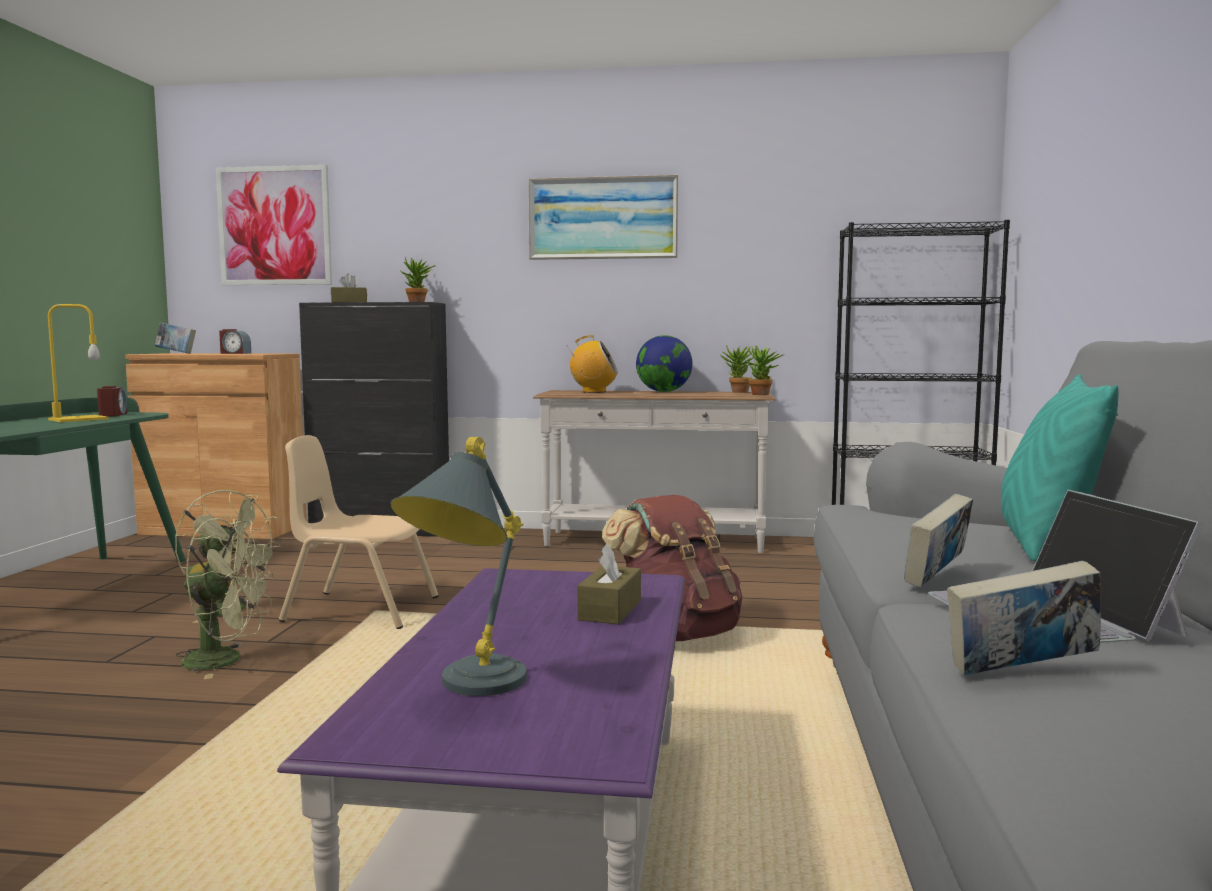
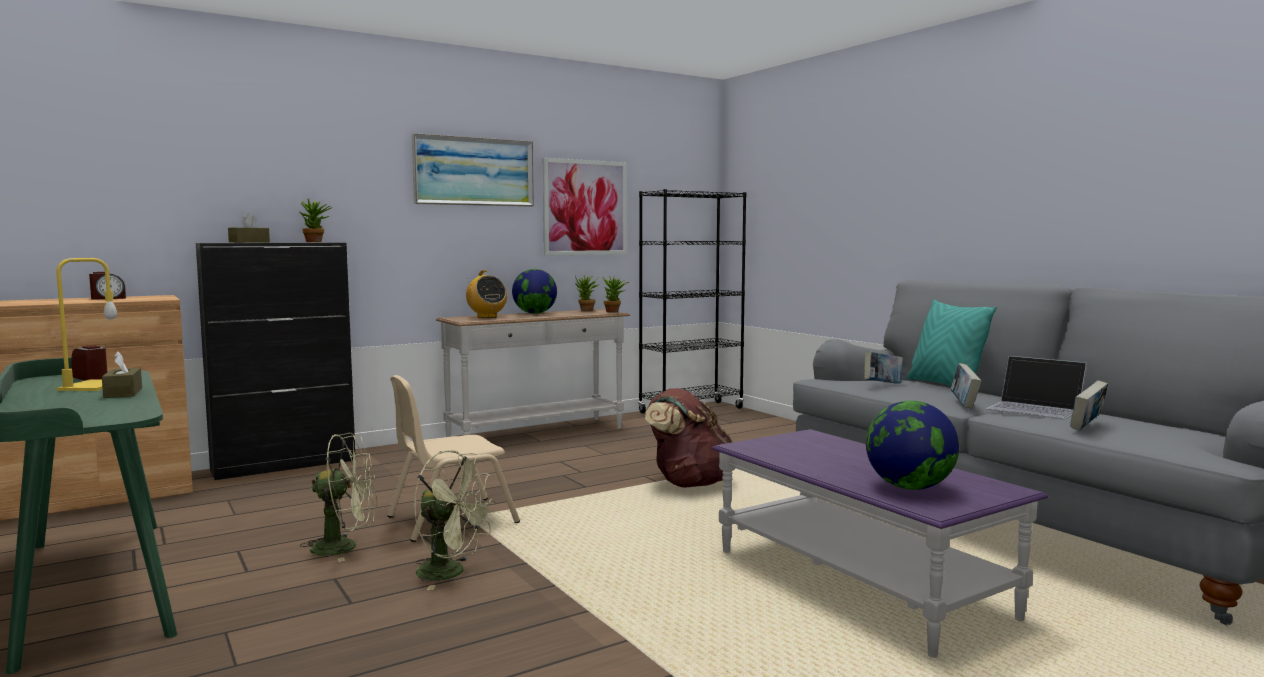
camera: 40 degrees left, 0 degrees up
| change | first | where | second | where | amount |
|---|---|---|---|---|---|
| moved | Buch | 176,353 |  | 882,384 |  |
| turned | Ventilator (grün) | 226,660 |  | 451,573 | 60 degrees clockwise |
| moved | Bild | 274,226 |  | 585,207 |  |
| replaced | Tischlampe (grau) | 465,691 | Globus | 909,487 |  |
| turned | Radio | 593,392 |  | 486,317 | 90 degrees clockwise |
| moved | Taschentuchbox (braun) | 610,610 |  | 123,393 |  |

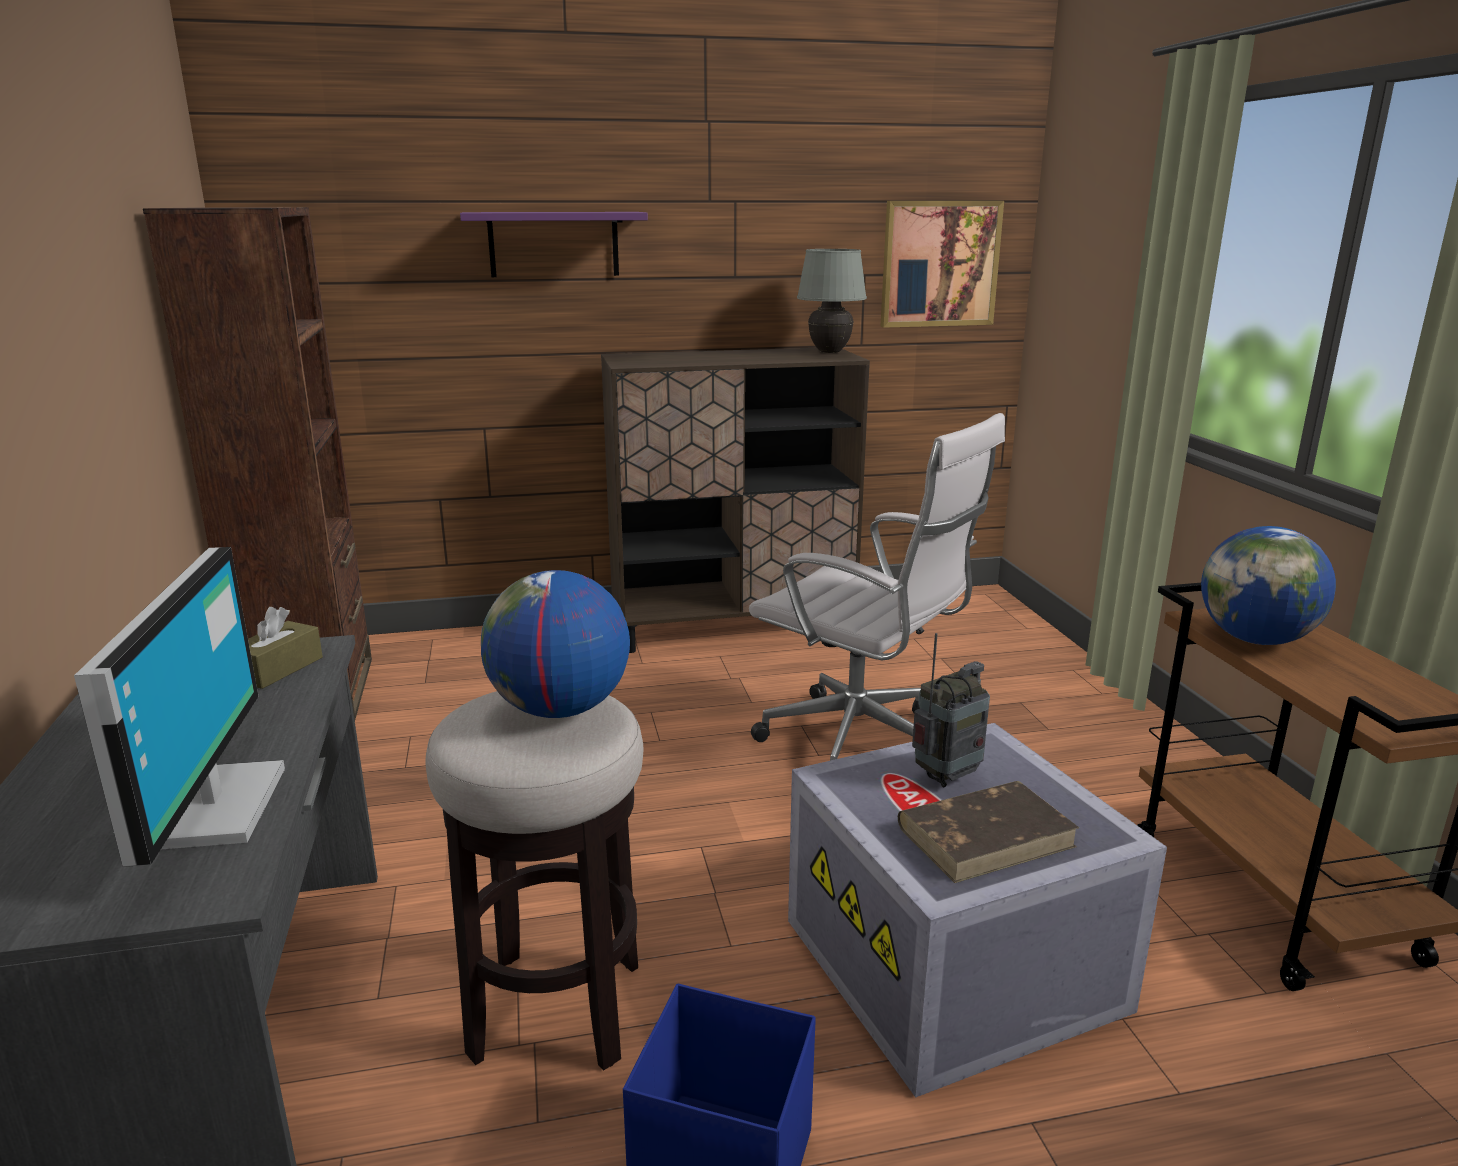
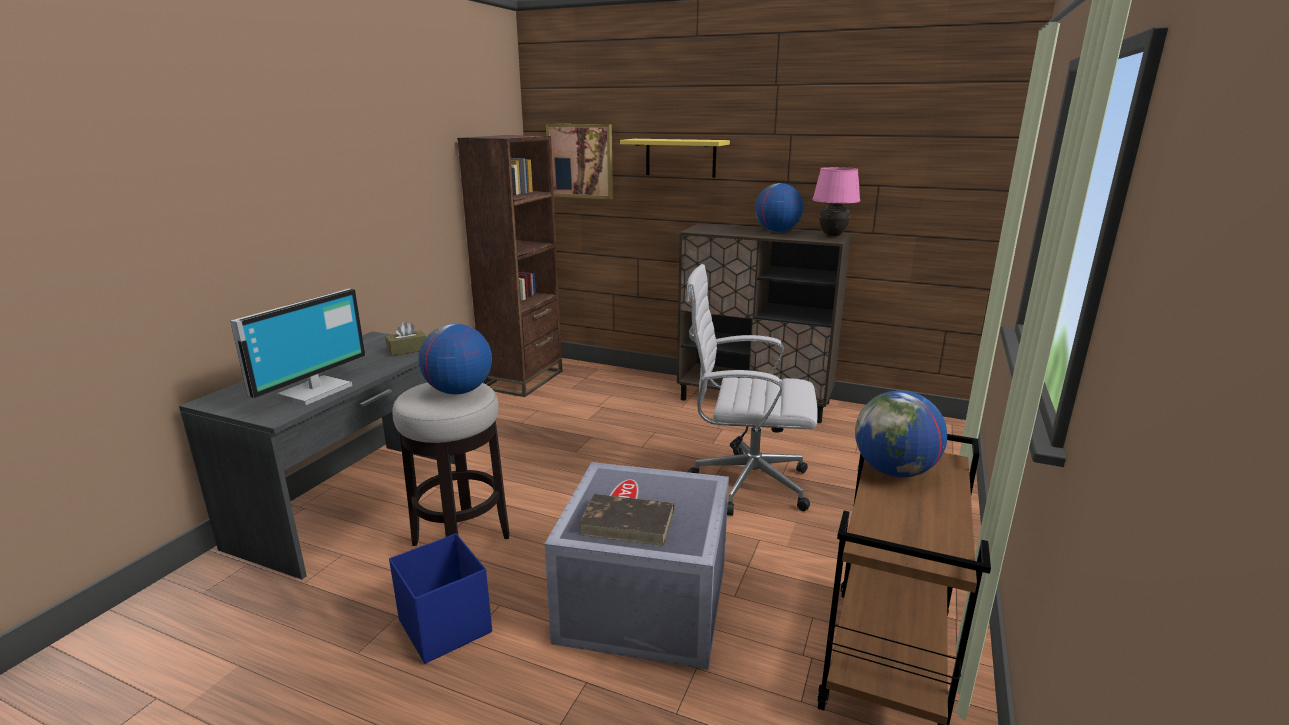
camera: 35 degrees right, 0 degrees up
| change | first | where | second | where | amount |
|---|---|---|---|---|---|
| recoloured | Wandregal (lila) | 554,244 | Wandregal (gelb) | 680,157 |  |
| turned | Bürostuhl (weiß) | 863,744 |  | 745,483 | 120 degrees clockwise |
| recoloured | Tischlampe (grau) | 829,352 | Tischlampe (rosa) | 832,236 |  |
| moved | Bild | 939,264 |  | 580,161 |  |
| removed | Radio | 947,777 |  |  |  |
| added |  |  | Globus | 776,232 |  |

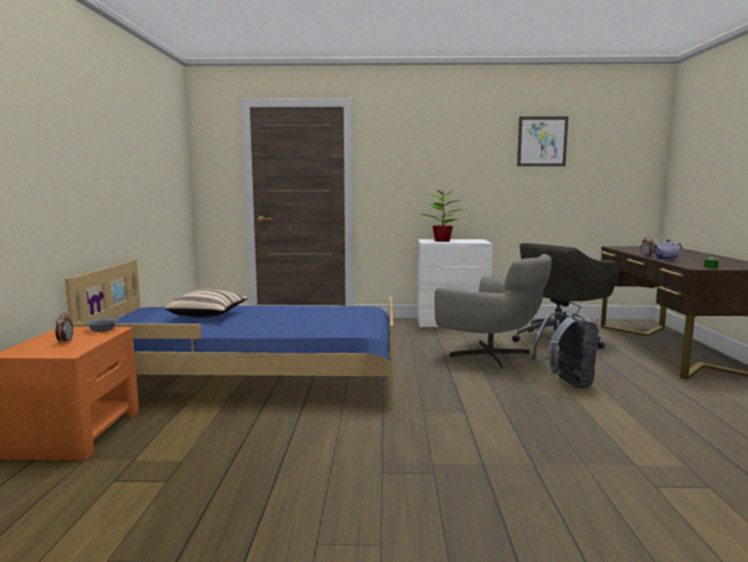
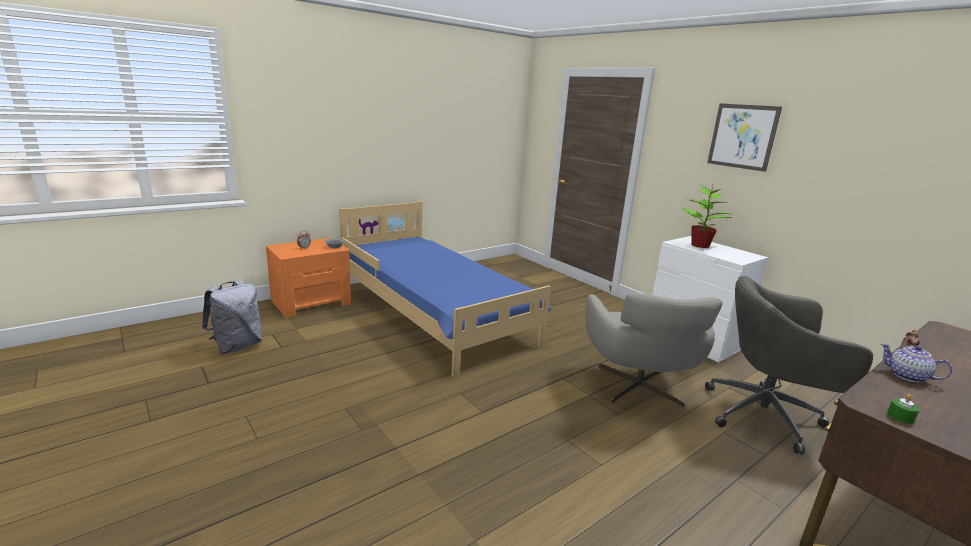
camera: 50 degrees right, 10 degrees up
| change | first | where | second | where | amount |
|---|---|---|---|---|---|
| removed | Kissen (beige) | 208,315 |  |  |  |
| moved | Bild | 542,141 |  | 742,136 |  |
| moved | Rucksack (grau) | 565,383 |  | 237,346 |  |

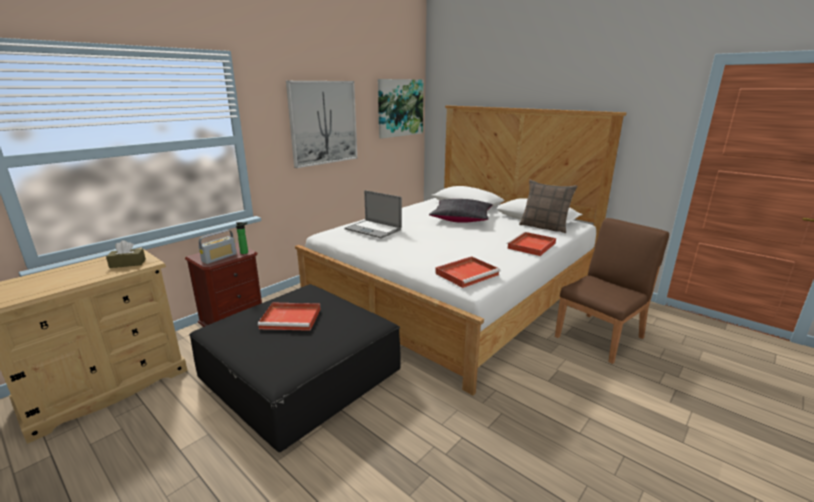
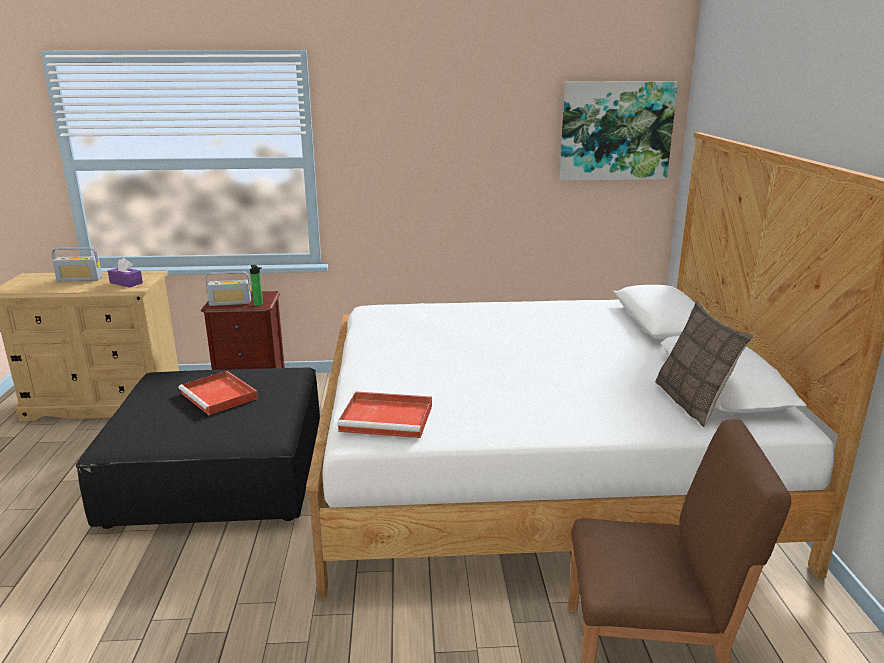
camera: 45 degrees right, 0 degrees up
| change | first | where | second | where | amount |
|---|---|---|---|---|---|
| recoloured | Taschentuchbox (braun) | 127,263 | Taschentuchbox (lila) | 126,283 |  |
| removed | Bild | 323,123 |  |  |  |
| removed | Laptop | 373,229 |  |  |  |
| removed | Kissen (schwarz) | 461,219 |  |  |  |
| removed | Tablett (rot) | 531,246 |  |  |  |
| added |  |  | Radio | 79,279 |  |

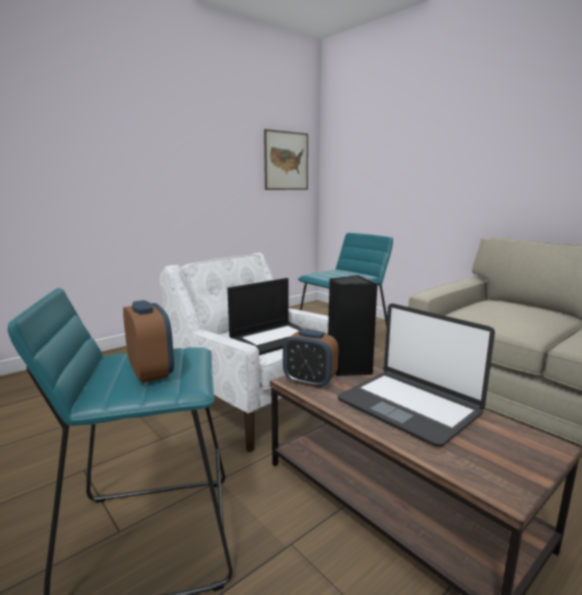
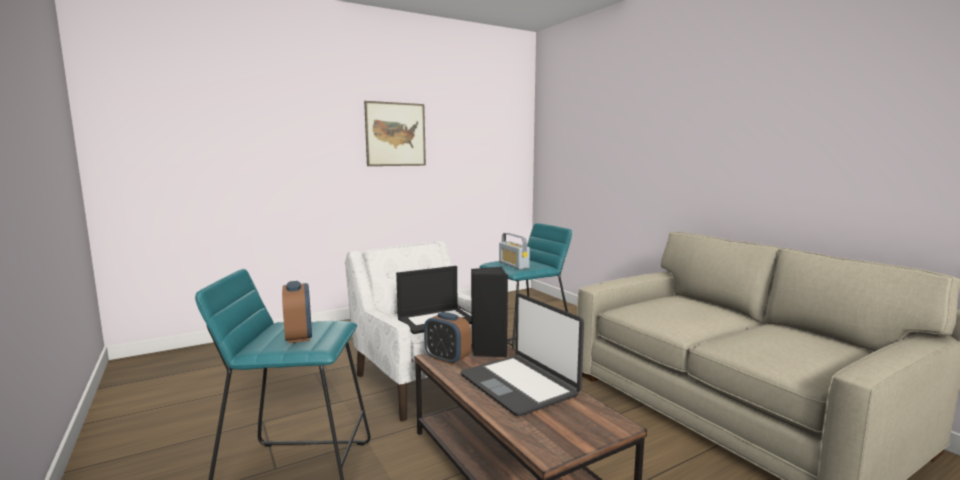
camera: 10 degrees right, 5 degrees down
| change | first | where | second | where | amount |
|---|---|---|---|---|---|
| moved | Bild | 286,161 |  | 395,134 |  |
| added |  |  | Radio | 513,265 |  |

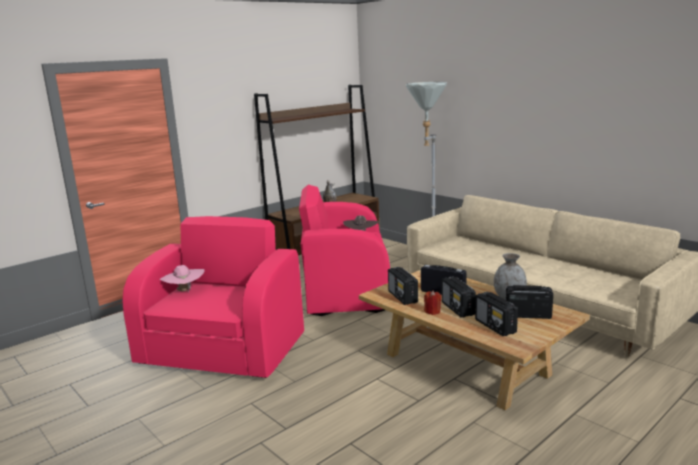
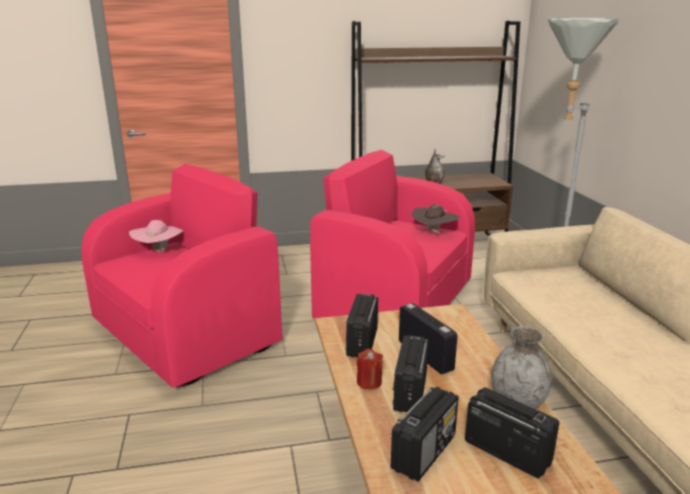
camera: 30 degrees right, 5 degrees up
| change | first | where | second | where | amount |
|---|---|---|---|---|---|
| turned | Radio | 495,326 |  | 424,452 | 150 degrees counterclockwise |

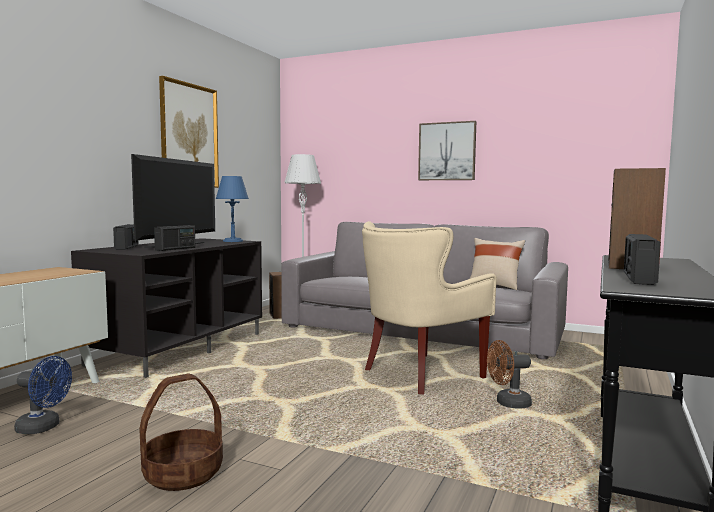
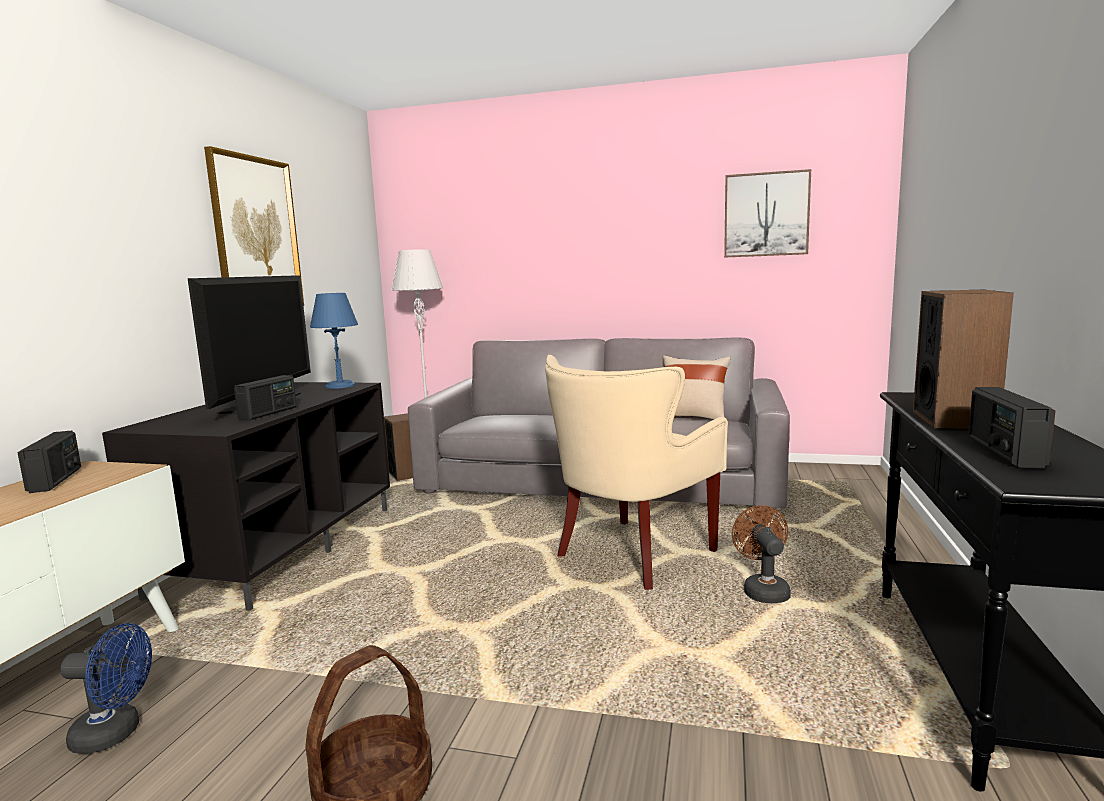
camera: 10 degrees left, 5 degrees up
| change | first | where | second | where | amount |
|---|---|---|---|---|---|
| moved | Radio | 127,247 |  | 56,480 |  |
| moved | Bild | 447,151 |  | 766,214 |  |
| turned | Ventilator (braun) | 508,403 |  | 763,590 | 105 degrees clockwise |

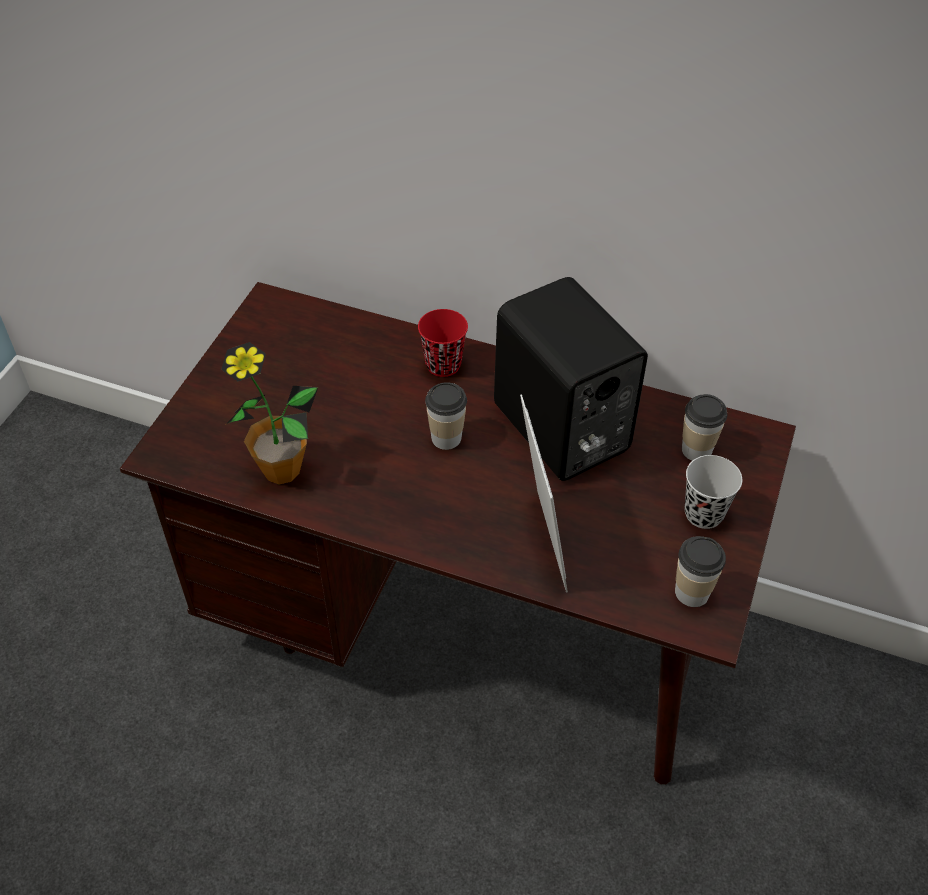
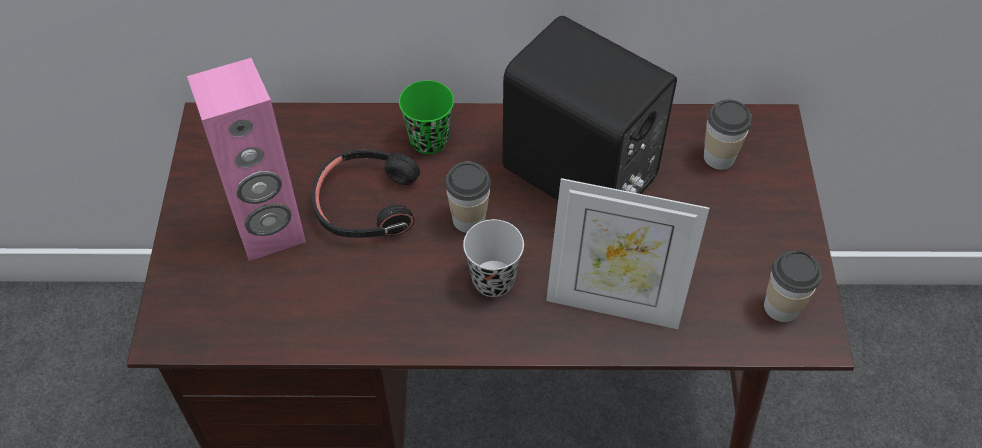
camera: 20 degrees left, 5 degrees up
| change | first | where | second | where | amount |
|---|---|---|---|---|---|
| removed | Topfpflanze | 281,470 |  |  |  |
| recoloured | Tasse (rot) | 443,365 | Tasse (grün) | 429,140 |  |
| turned | Bilderrahmen | 539,542 |  | 614,303 | 135 degrees clockwise |
| moved | Tasse (schwarz) | 703,514 |  | 493,280 |  |
| added |  |  | Lautsprecher (rosa) | 270,232 |  |
| added |  |  | Kopfhörer (schwarz) | 366,203 |  |

